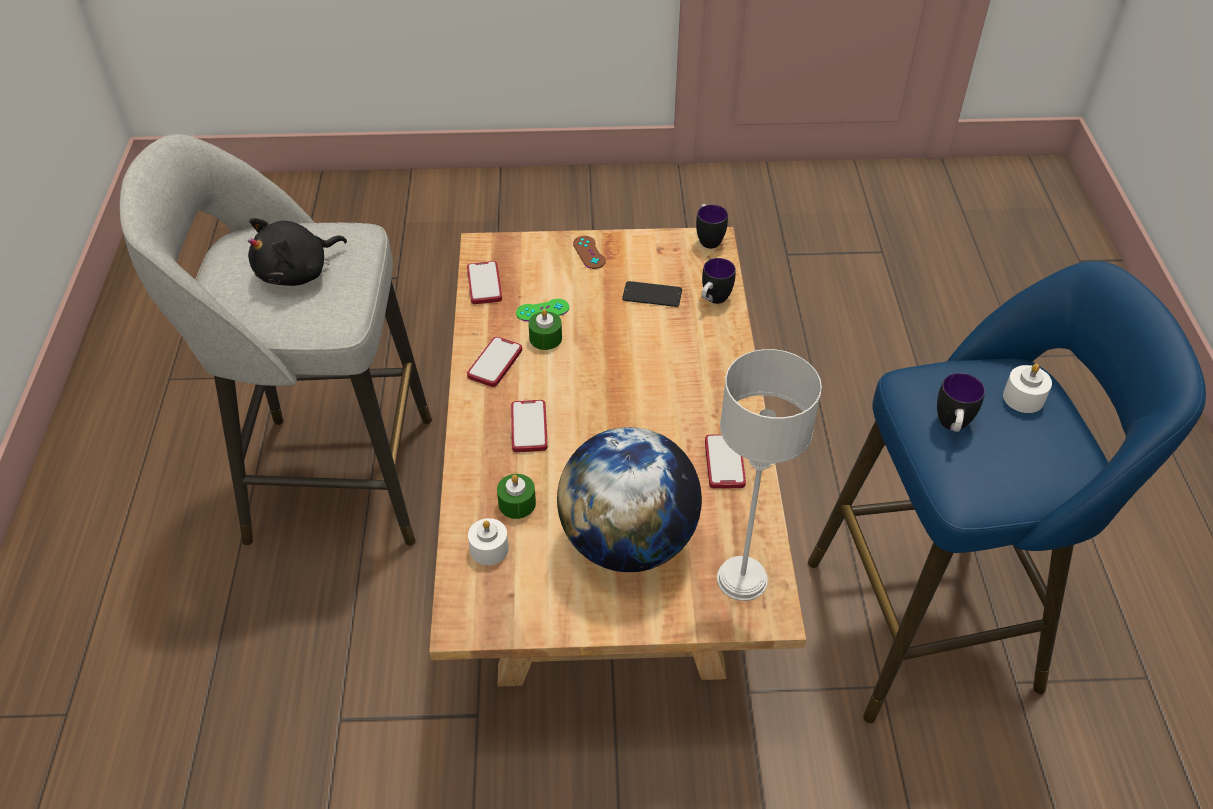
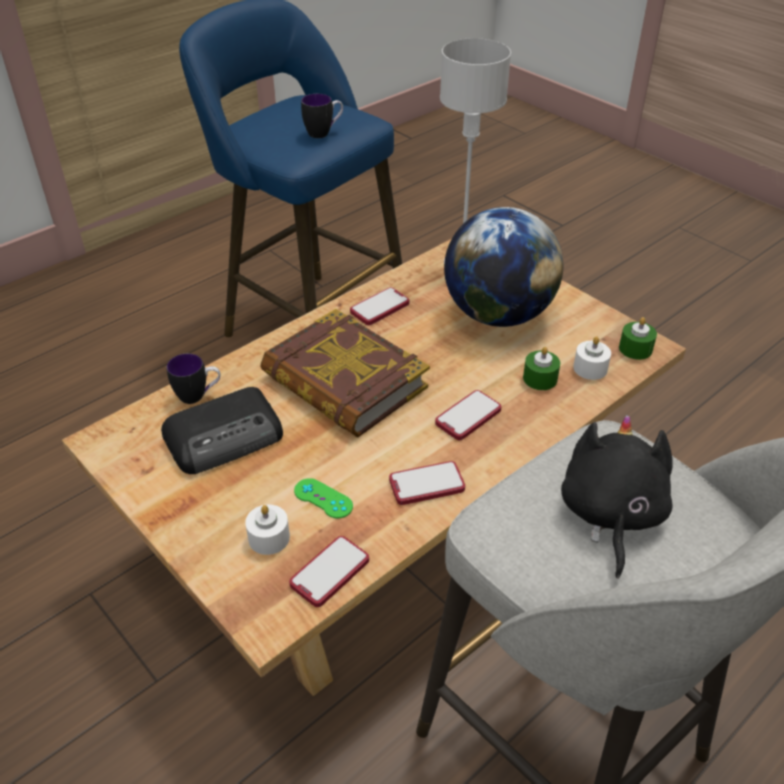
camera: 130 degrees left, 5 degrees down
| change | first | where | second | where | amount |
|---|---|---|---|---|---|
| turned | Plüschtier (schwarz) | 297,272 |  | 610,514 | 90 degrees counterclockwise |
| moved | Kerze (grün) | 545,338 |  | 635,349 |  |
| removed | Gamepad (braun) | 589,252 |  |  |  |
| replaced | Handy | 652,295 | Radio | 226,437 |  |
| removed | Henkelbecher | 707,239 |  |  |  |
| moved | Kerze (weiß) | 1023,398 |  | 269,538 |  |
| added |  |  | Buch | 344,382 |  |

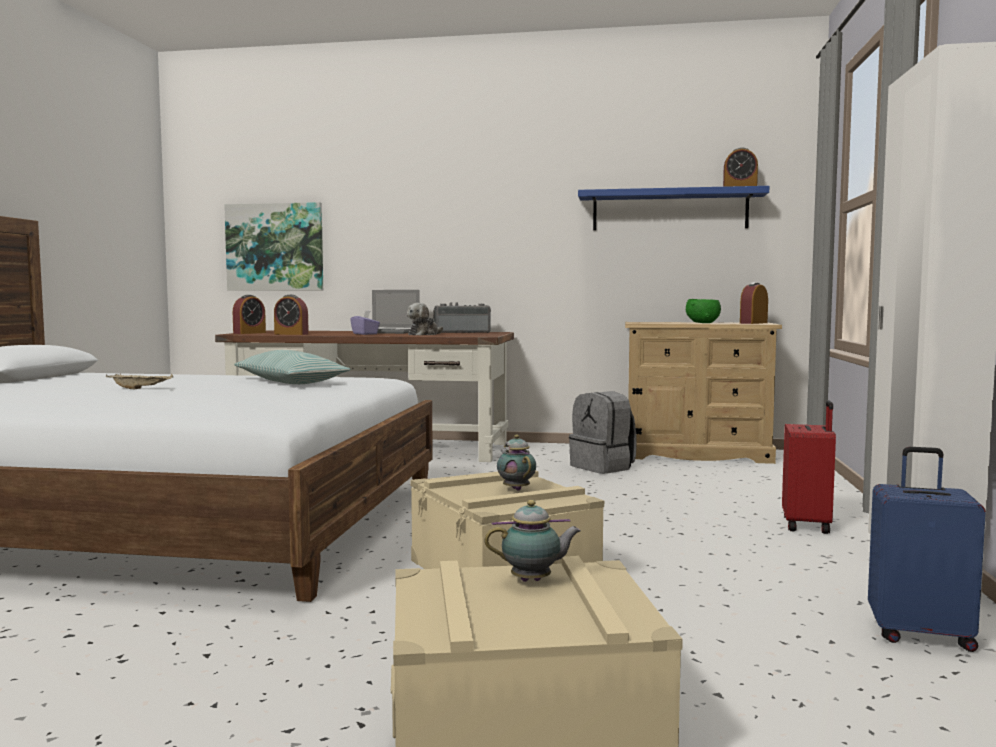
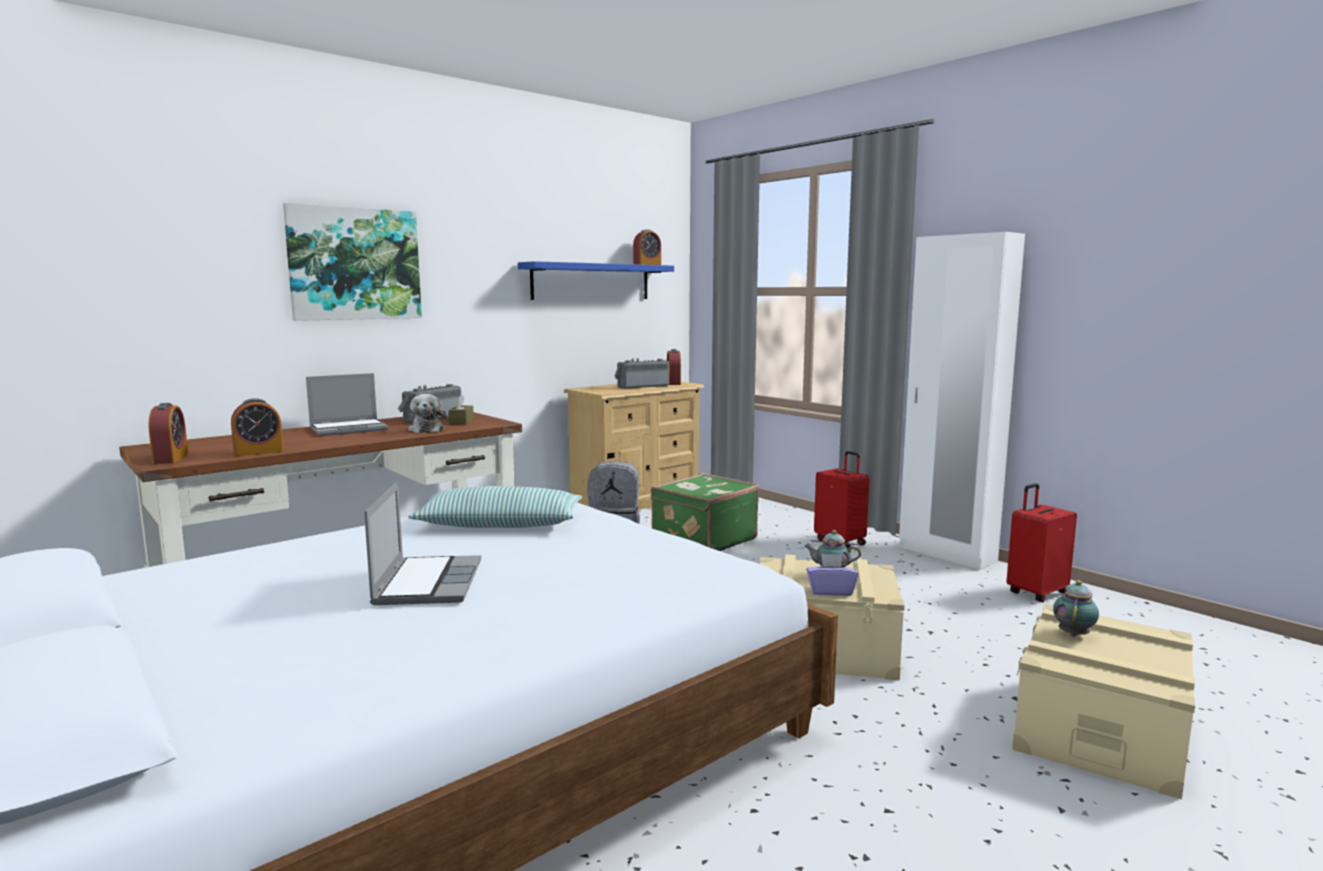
camera: 50 degrees left, 5 degrees up
| change | first | where | second | where | amount |
|---|---|---|---|---|---|
| replaced | Tablett (beige) | 141,389 | Laptop | 427,582 |  |
| moved | Bild | 275,247 |  | 355,264 |  |
| moved | Taschentuchbox (lila) | 365,334 |  | 830,591 |  |
| replaced | Schüssel (grün) | 703,323 | Radio | 642,386 |  |
| recoloured | Koffer (blau) | 920,634 | Koffer (rot) | 1036,593 |  |
| added |  |  | Taschentuchbox (braun) | 461,421 |  |
| added |  |  | Koffer (grün) | 702,541 |  |

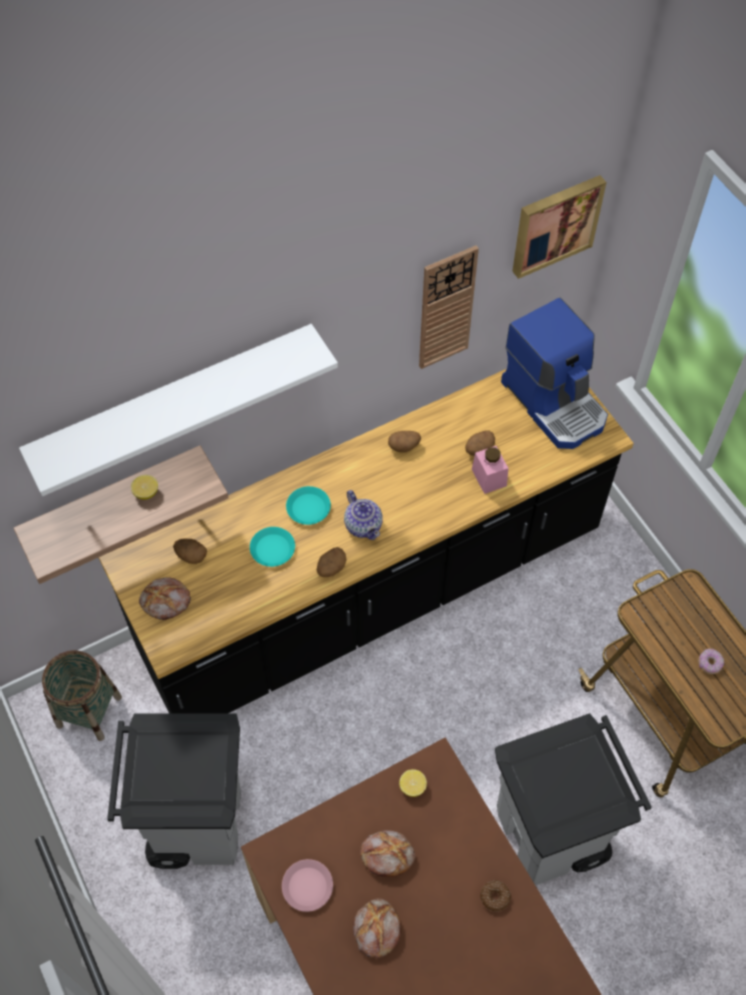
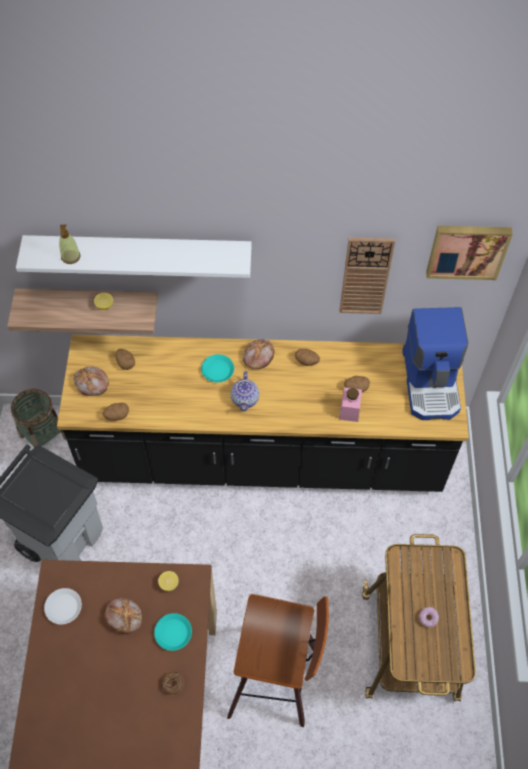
camera: 30 degrees right, 0 degrees up
| change | first | where | second | where | amount |
|---|---|---|---|---|---|
| moved | Teller (türkis) | 273,549 |  | 173,633 |  |
| recoloured | Teller (rosa) | 308,886 | Teller (weiß) | 64,607 |  |
| moved | Kartoffel | 331,568 |  | 116,415 |  |
| moved | Brot | 376,930 |  | 258,357 |  |
| replaced | Mülleimer (grau) | 551,834 | Hocker | 276,678 |  |
| added |  |  | Seifenspender | 70,257 |  |

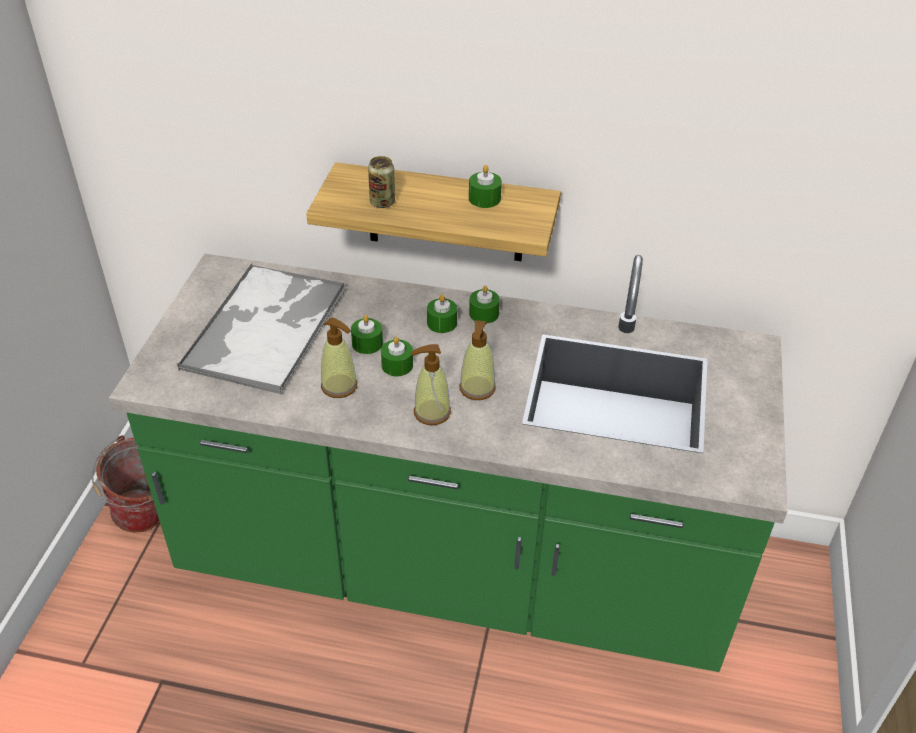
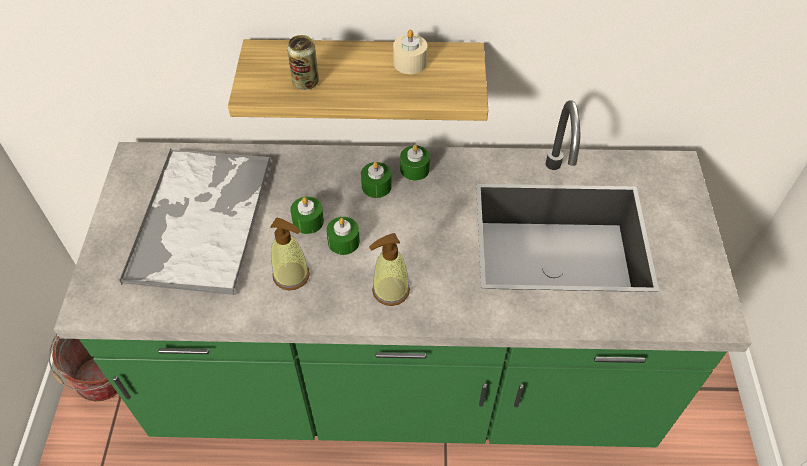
camera: 10 degrees left, 10 degrees up
| change | first | where | second | where | amount |
|---|---|---|---|---|---|
| removed | Seifenspender | 477,388 |  |  |  |
| recoloured | Kerze (grün) | 484,198 | Kerze (beige) | 410,63 |  |

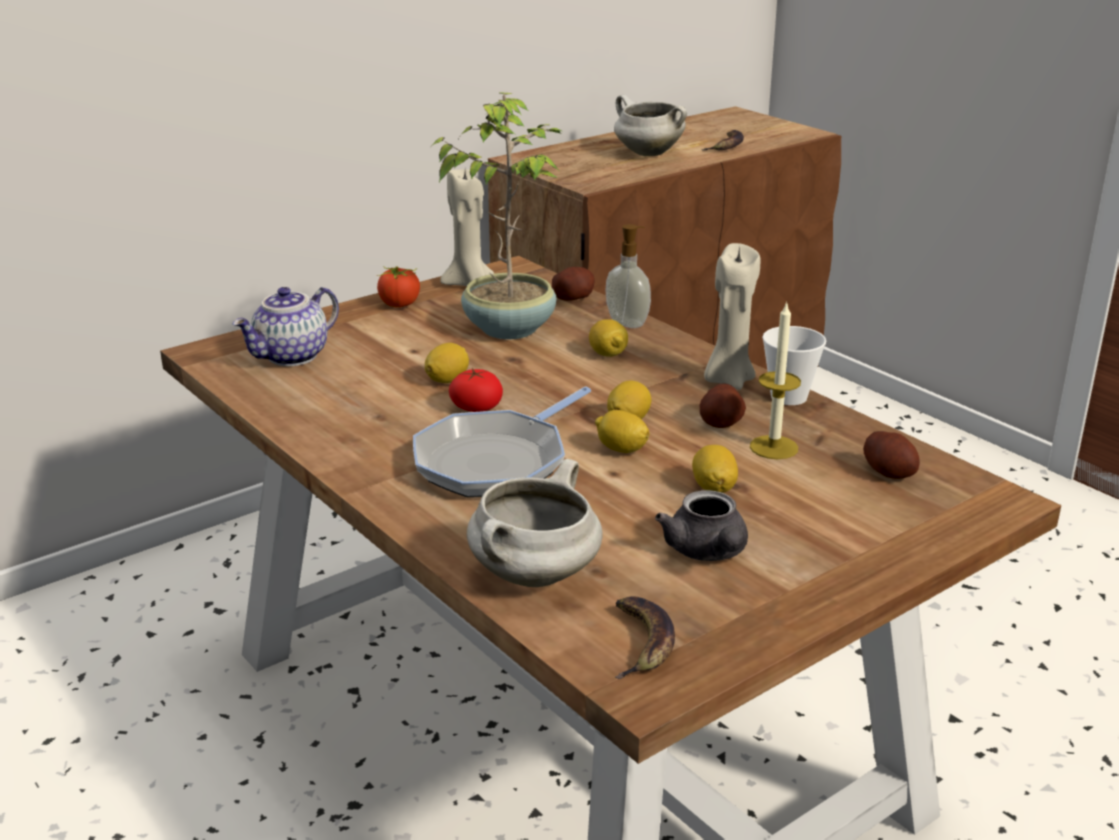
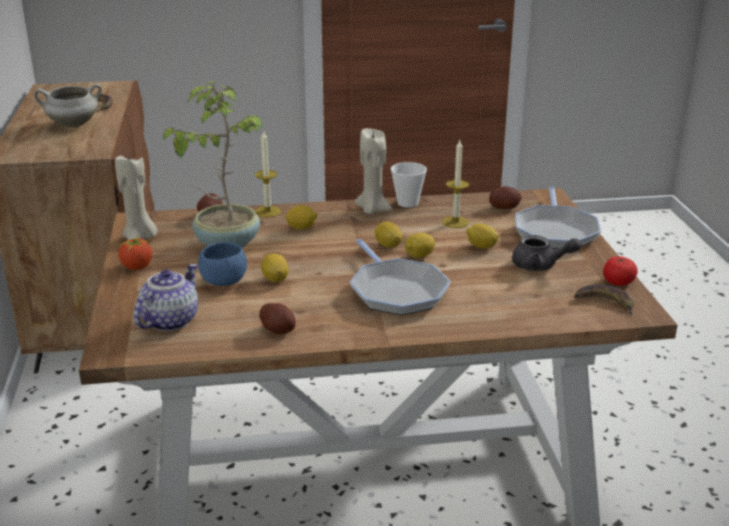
camera: 60 degrees left, 0 degrees up
| change | first | where | second | where | amount |
|---|---|---|---|---|---|
| turned | Teekanne | 292,357 |  | 169,321 | 135 degrees counterclockwise |
| moved | Tomate | 476,407 |  | 618,282 |  |
| removed | Kochtopf (weiß) | 534,576 |  |  |  |
| replaced | Seifenspender | 628,322 | Kerze | 267,212 |  |
| moved | Kartoffel | 721,423 |  | 278,330 |  |
| added |  |  | Schüssel (blau) | 224,281 |  |
| added |  |  | Pfanne | 555,231 |  |

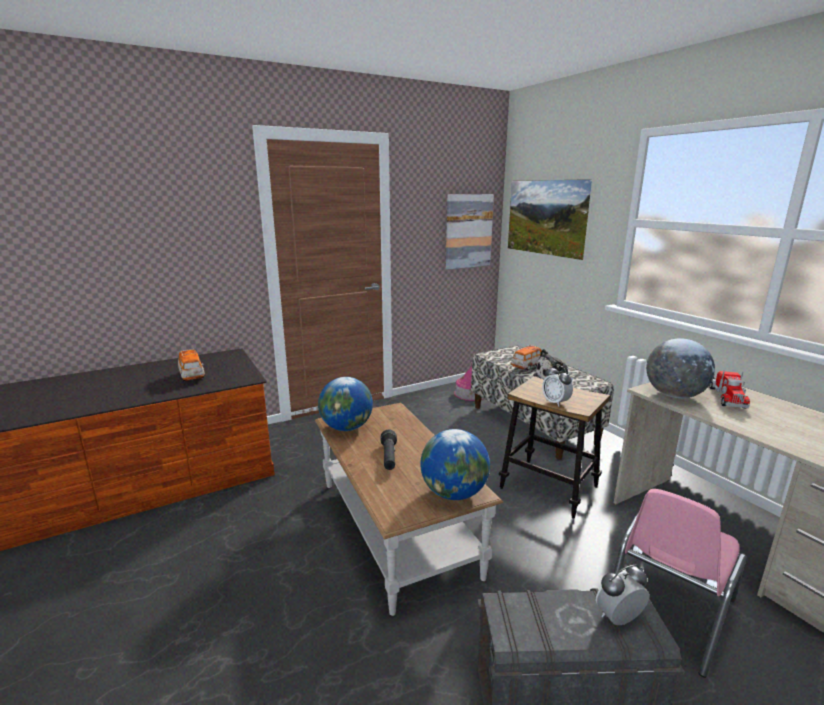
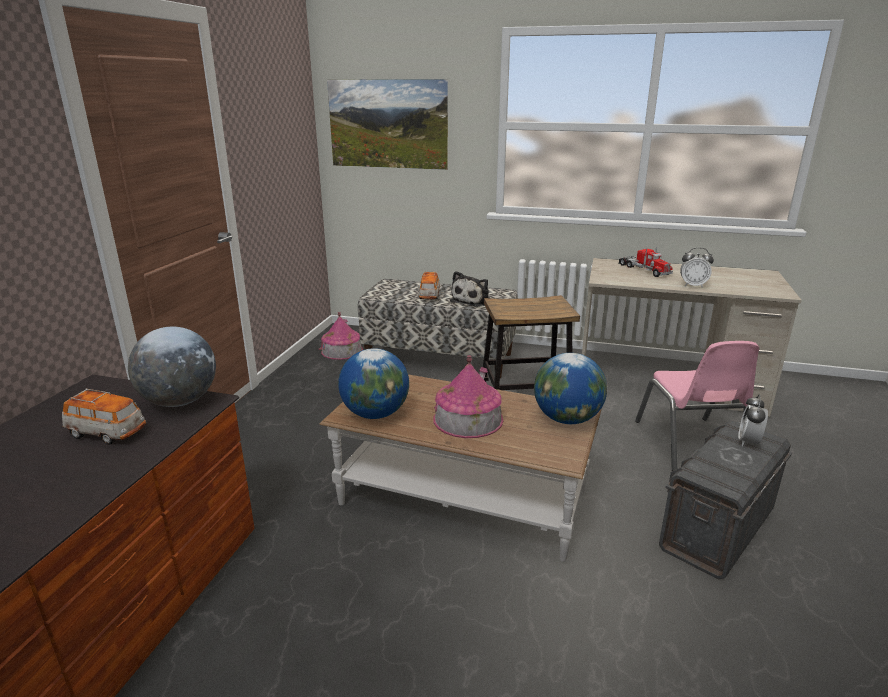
camera: 45 degrees left, 5 degrees up
| change | first | where | second | where | amount |
|---|---|---|---|---|---|
| replaced | Taschenlampe (schwarz) | 389,457 | Spielzeughaus | 468,419 |  |
| removed | Bild | 468,231 |  |  |  |
| moved | Wecker | 555,402 |  | 693,285 |  |
| moved | Globus | 674,395 |  | 180,401 |  |

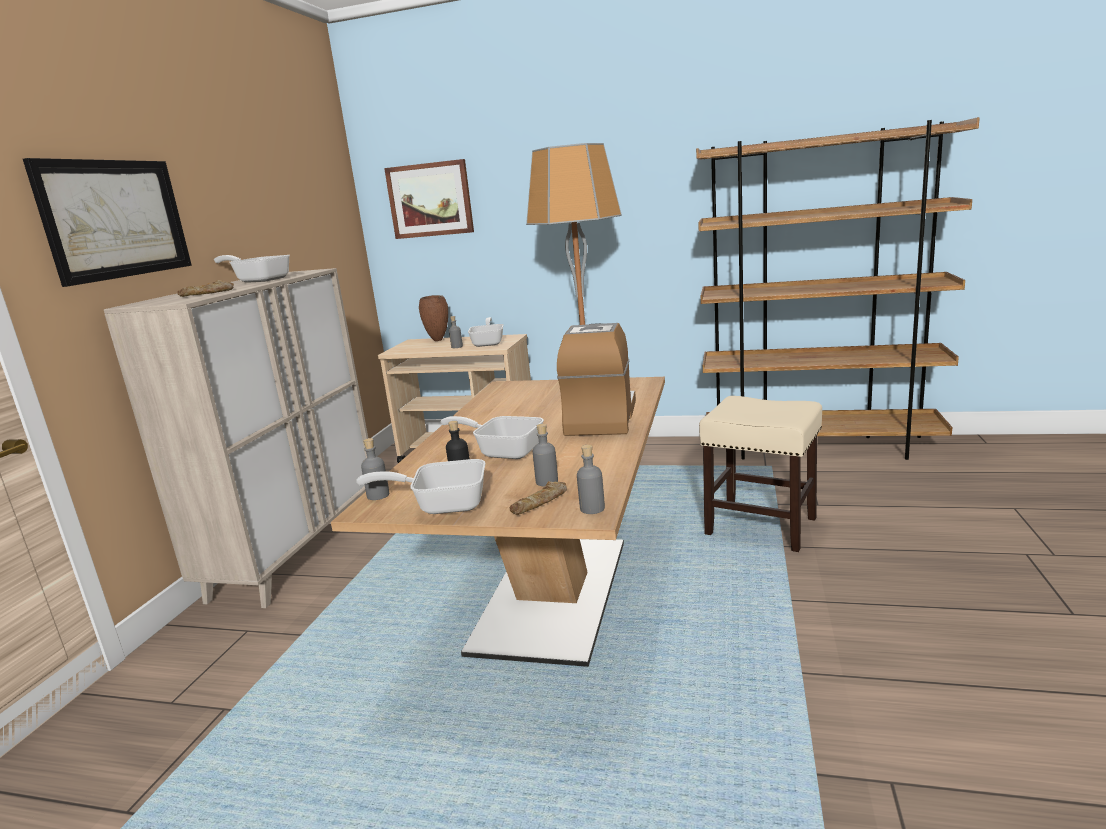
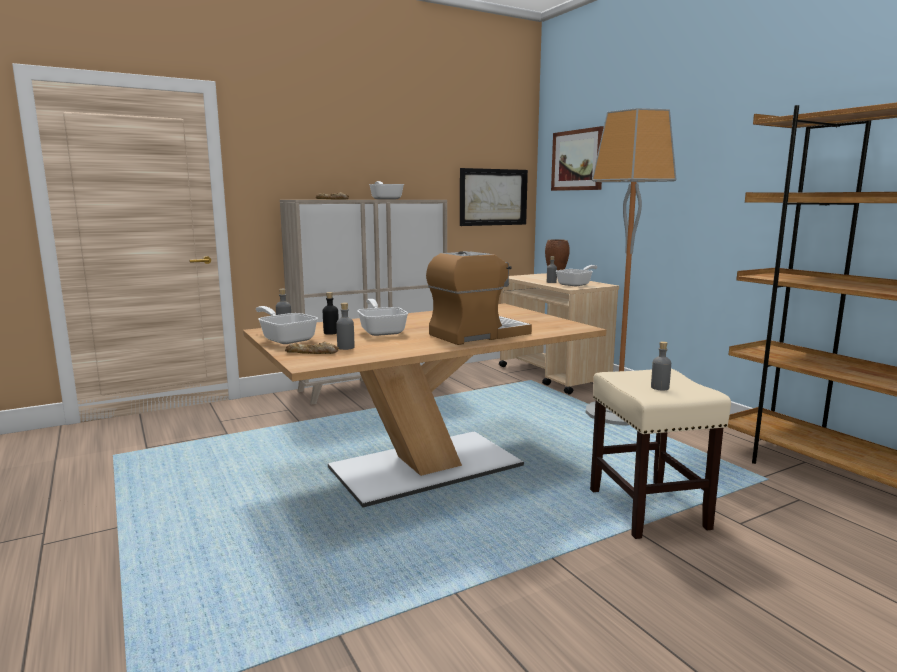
camera: 45 degrees right, 5 degrees down
| change | first | where | second | where | amount |
|---|---|---|---|---|---|
| moved | Bild | 115,219 |  | 493,197 |  |
| moved | Flasche (grau) | 592,508 |  | 659,387 |  |

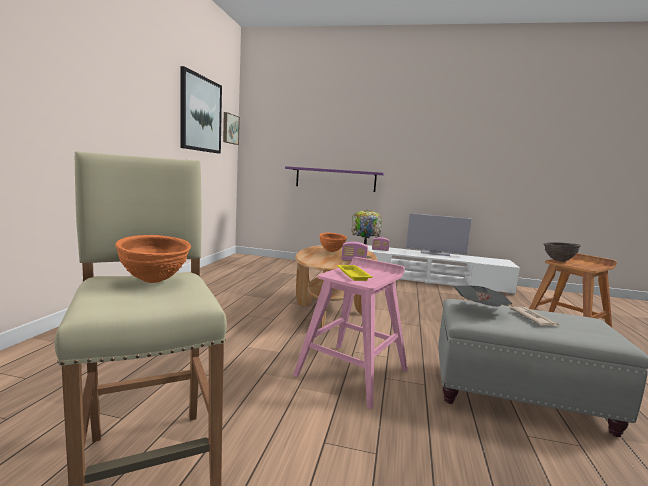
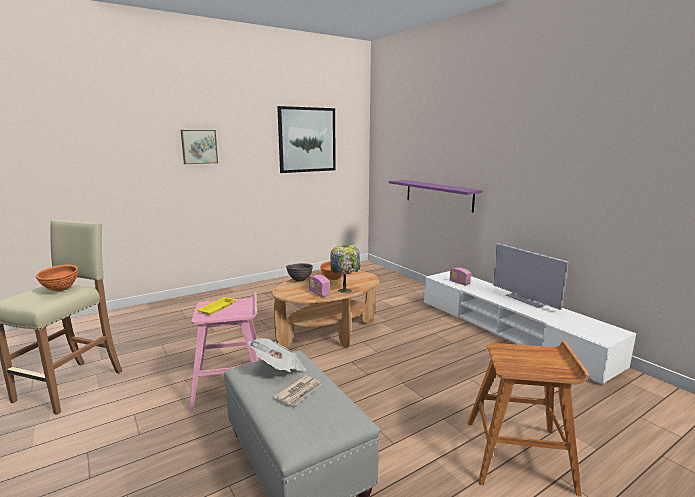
camera: 45 degrees right, 5 degrees up
| change | first | where | second | where | amount |
|---|---|---|---|---|---|
| moved | Bild | 230,129 |  | 199,146 |  |
| moved | Schüssel (braun) | 558,261 |  | 300,280 |  |

